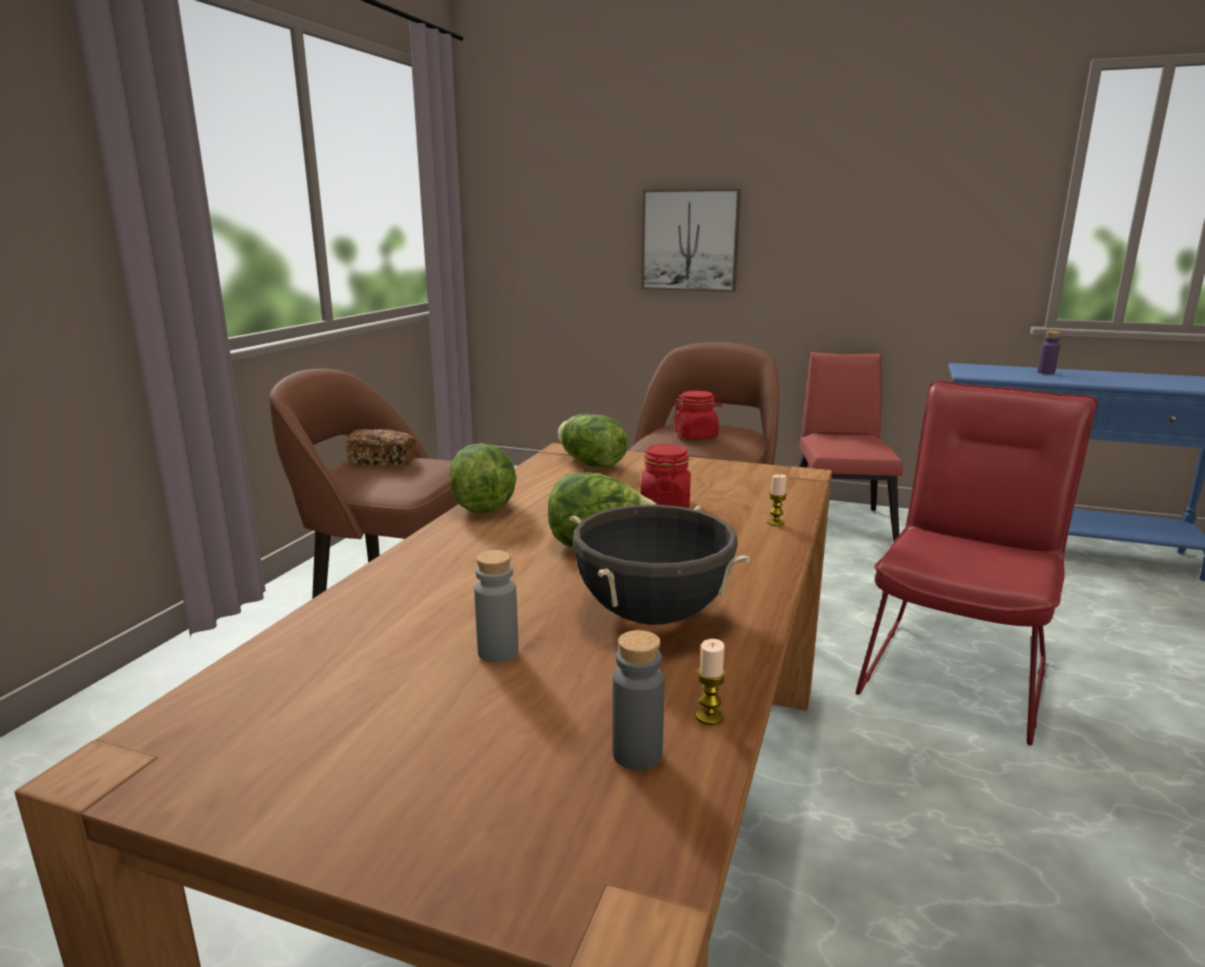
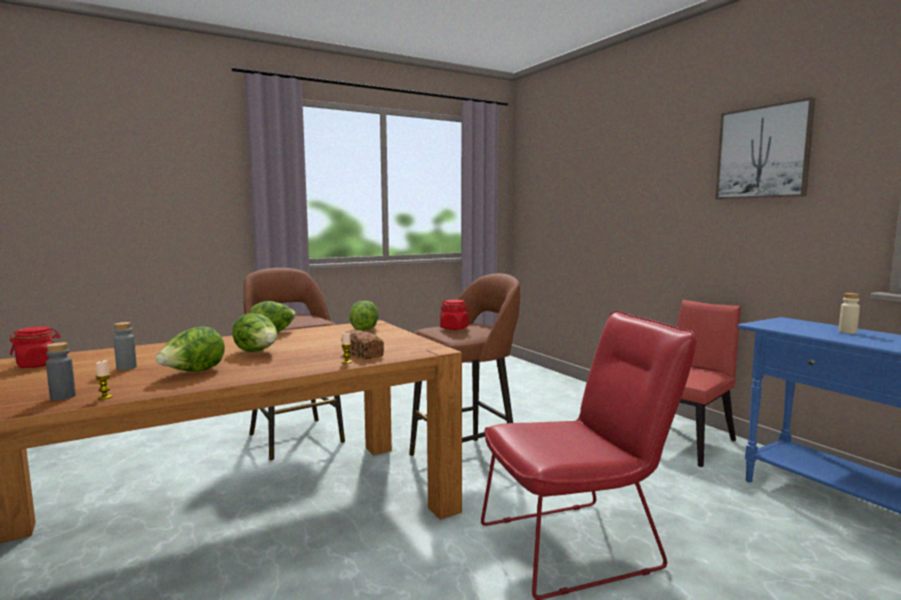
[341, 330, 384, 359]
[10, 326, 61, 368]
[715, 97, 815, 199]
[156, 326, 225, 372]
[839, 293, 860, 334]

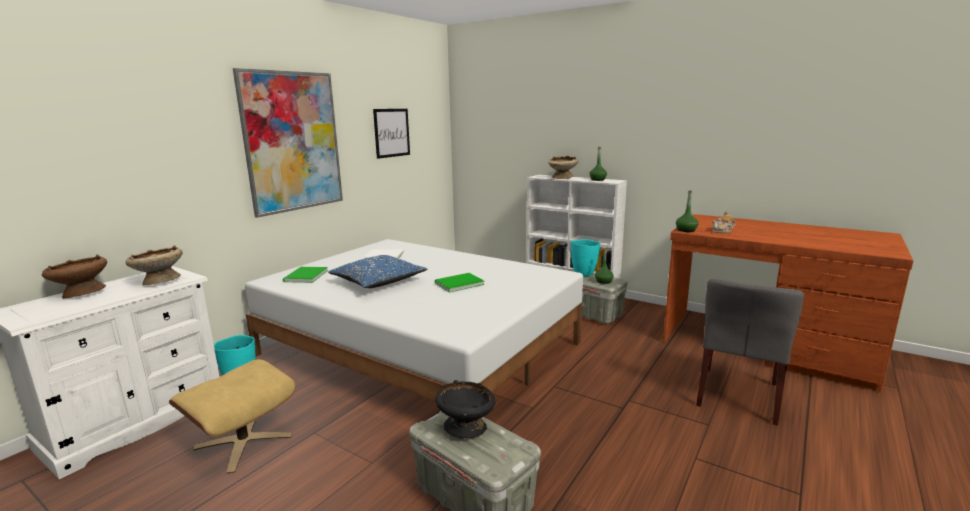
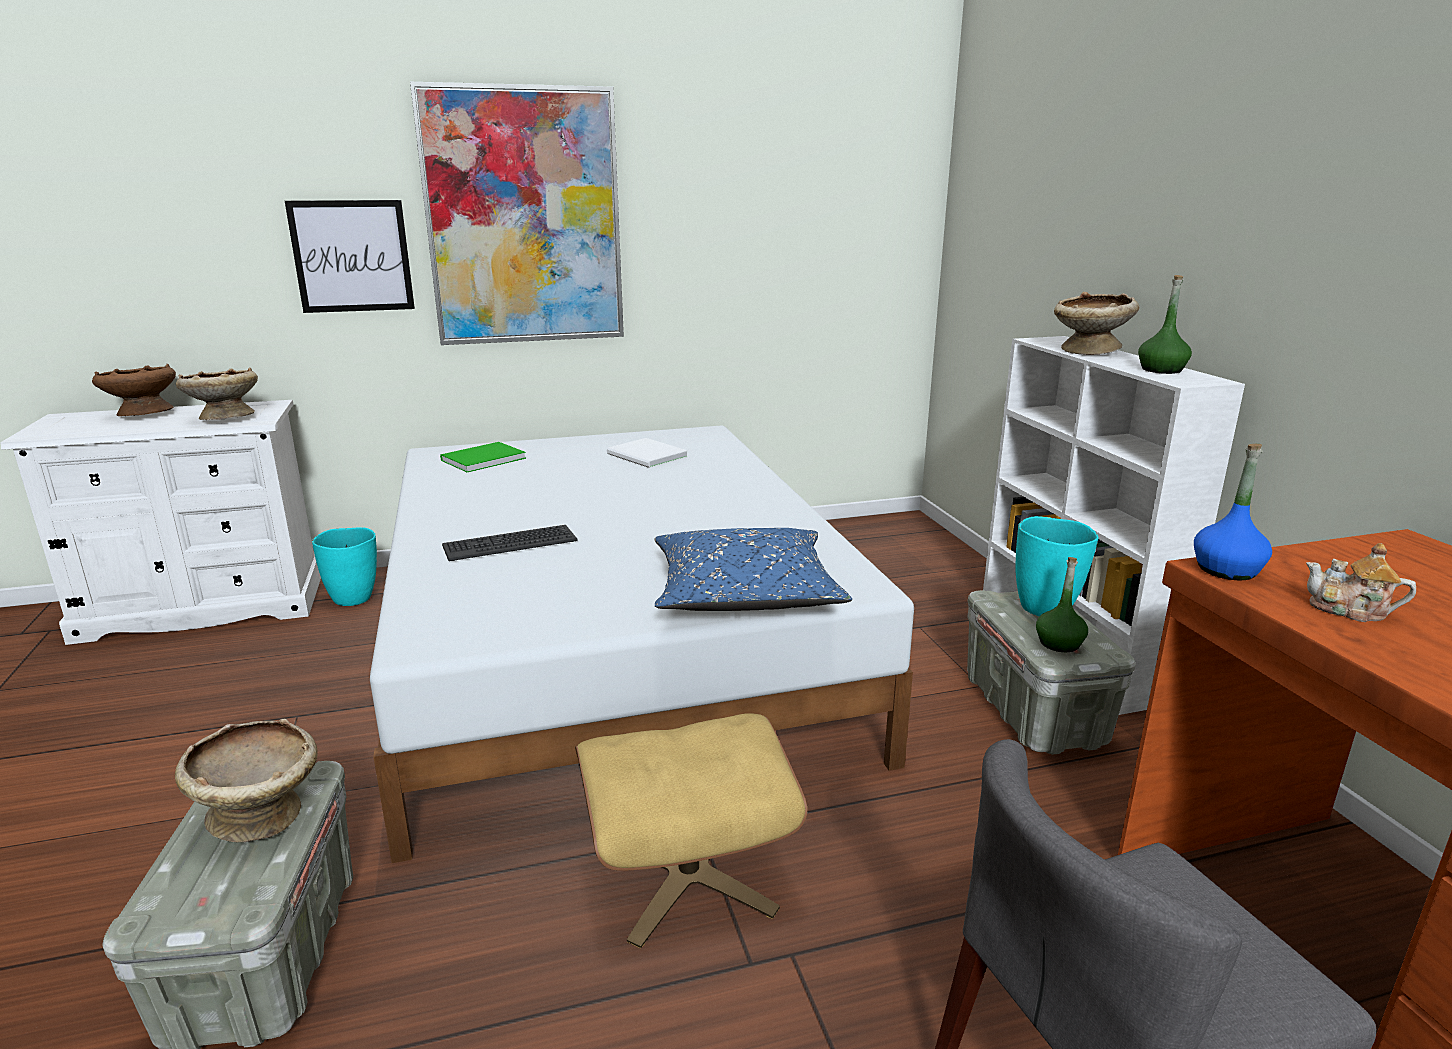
[435, 273, 485, 293] (first image)
[442, 525, 578, 561]
[575, 713, 807, 948]
[655, 528, 852, 611]
[285, 200, 415, 313]
[175, 719, 318, 842]
[1194, 444, 1272, 580]

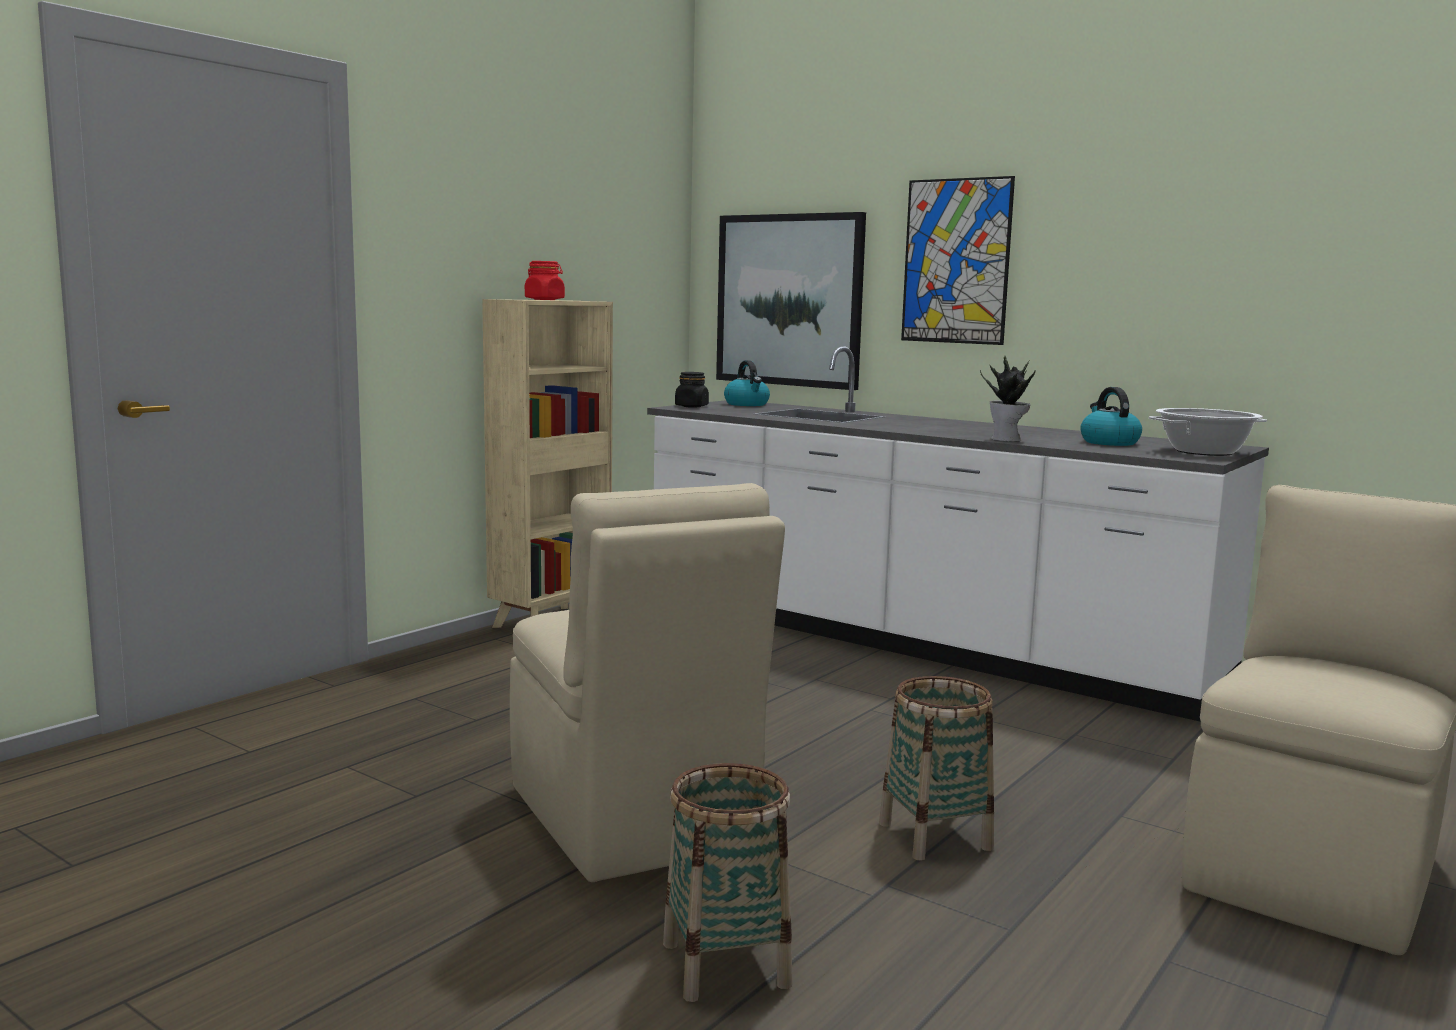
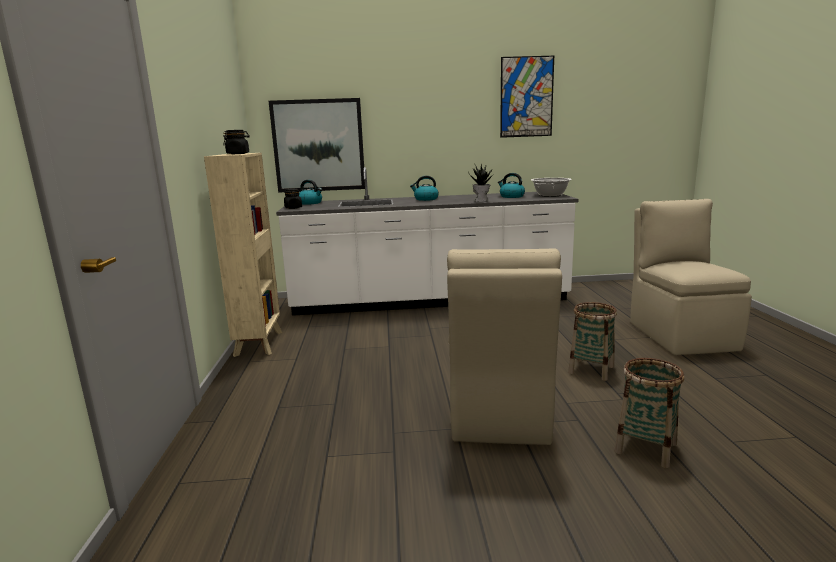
[410, 176, 439, 201]
[500, 56, 554, 138]
[223, 130, 250, 154]
[447, 248, 562, 445]

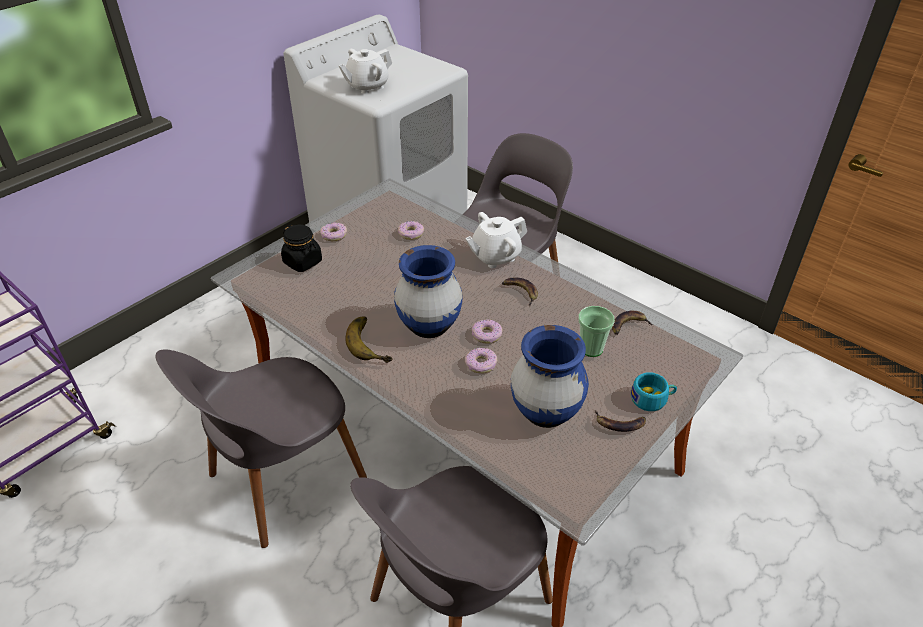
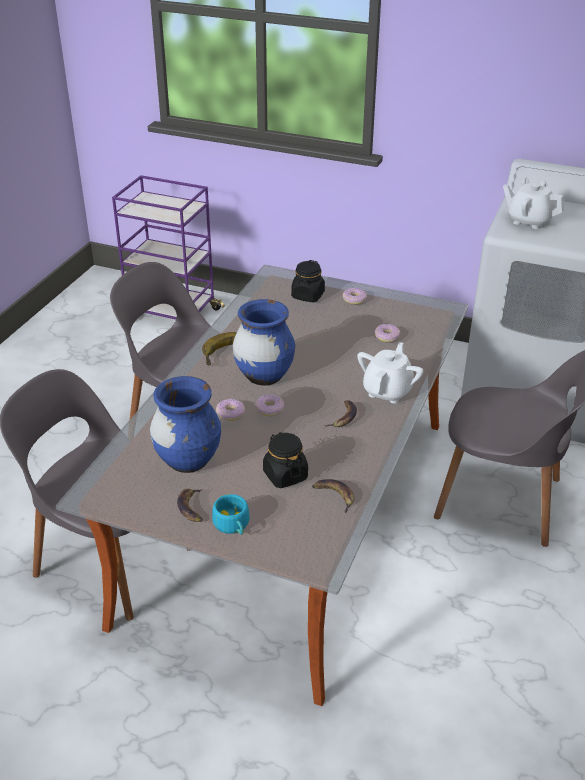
[263, 432, 308, 488]
[357, 342, 424, 404]

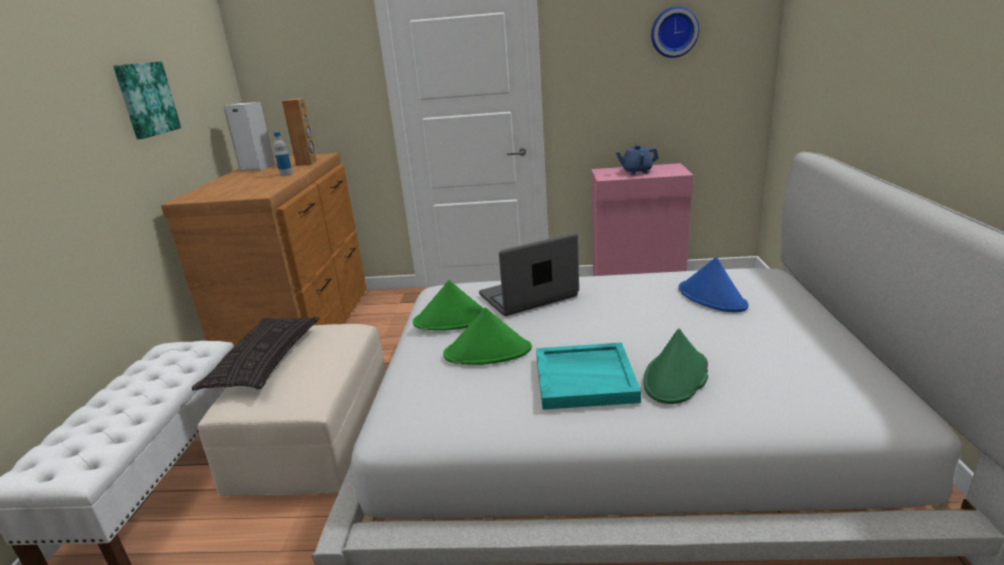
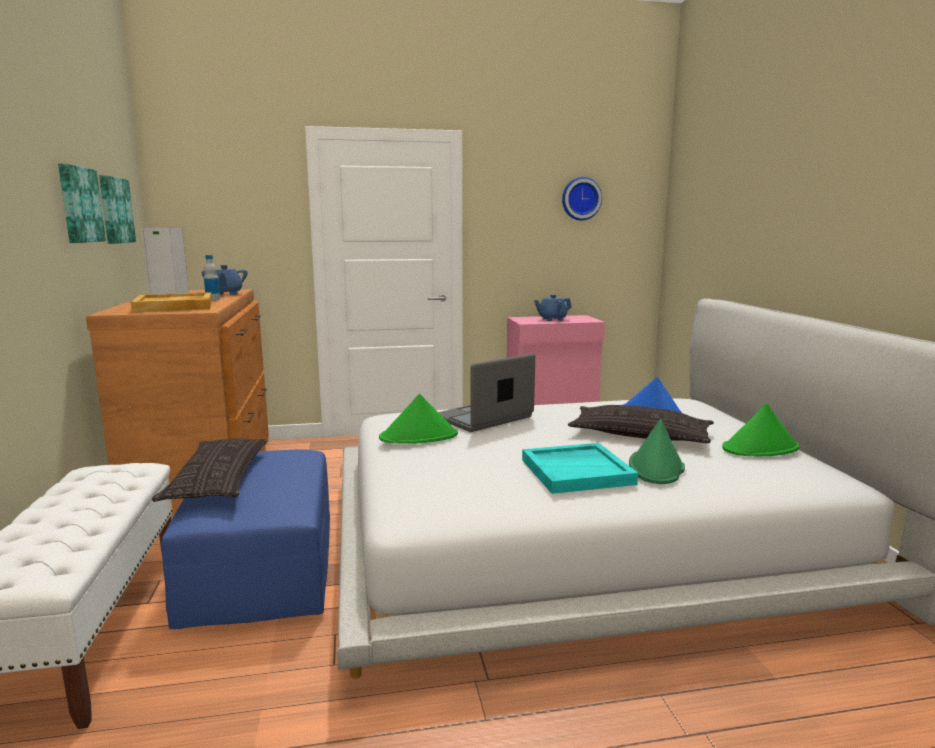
[99, 175, 136, 244]
[131, 292, 212, 312]
[568, 405, 714, 443]
[722, 403, 799, 456]
[202, 265, 247, 295]
[161, 449, 330, 629]

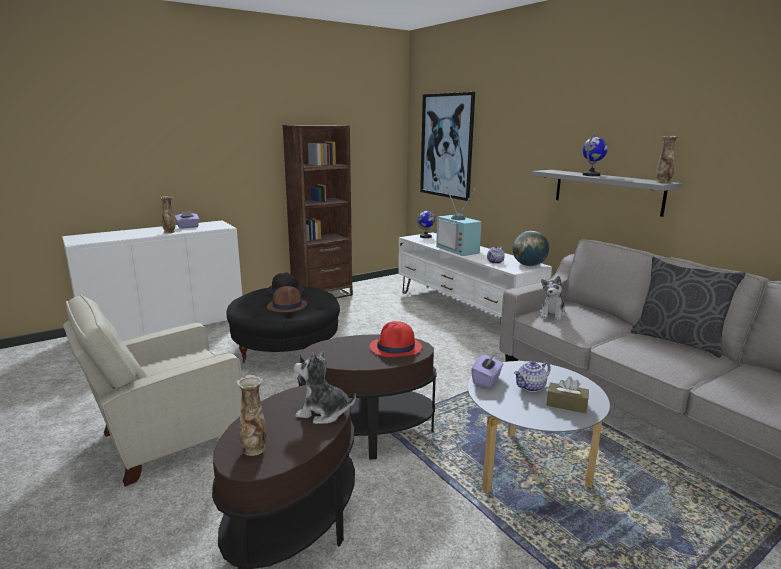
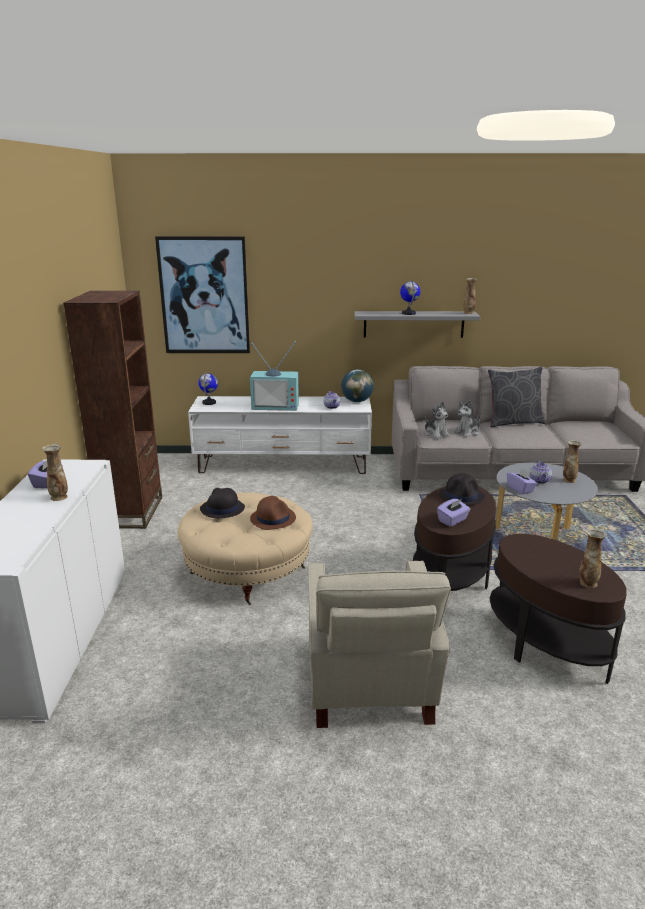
[437, 499, 470, 527]
[454, 401, 480, 437]
[563, 440, 582, 483]
[178, 493, 313, 605]
[439, 474, 485, 505]

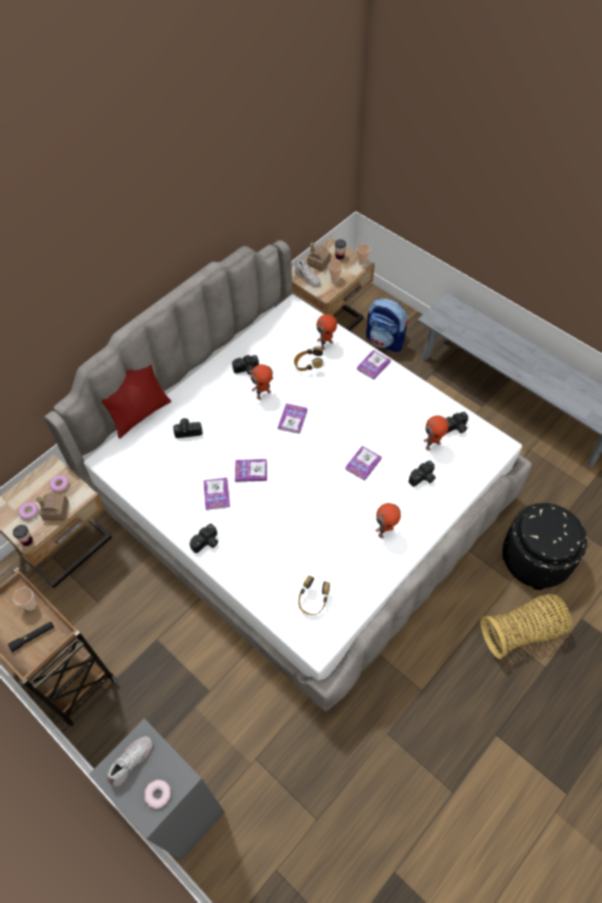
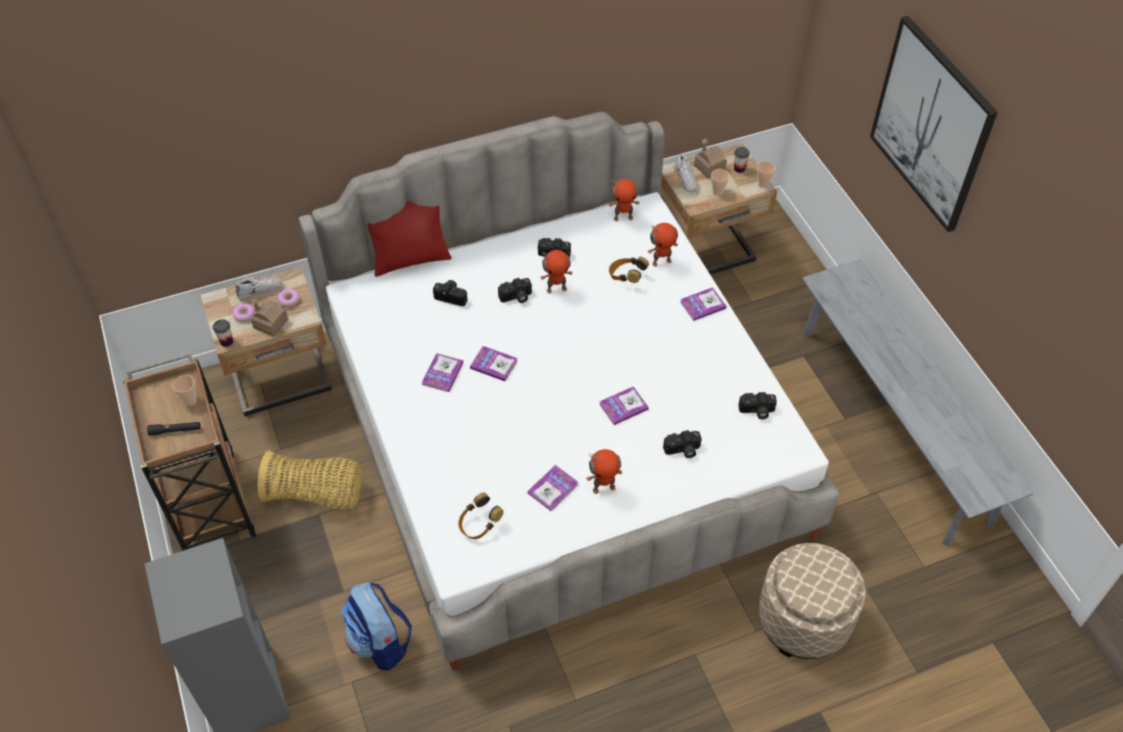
[144, 780, 171, 809] (first image)
[870, 16, 998, 232]
[235, 276, 282, 301]
[498, 278, 532, 303]
[528, 465, 579, 511]
[341, 582, 412, 671]
[609, 178, 640, 221]
[258, 450, 362, 509]
[758, 543, 866, 659]

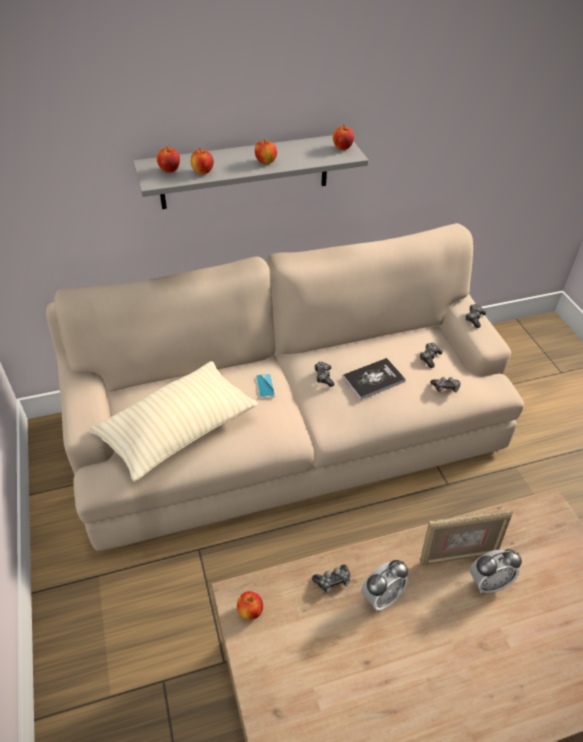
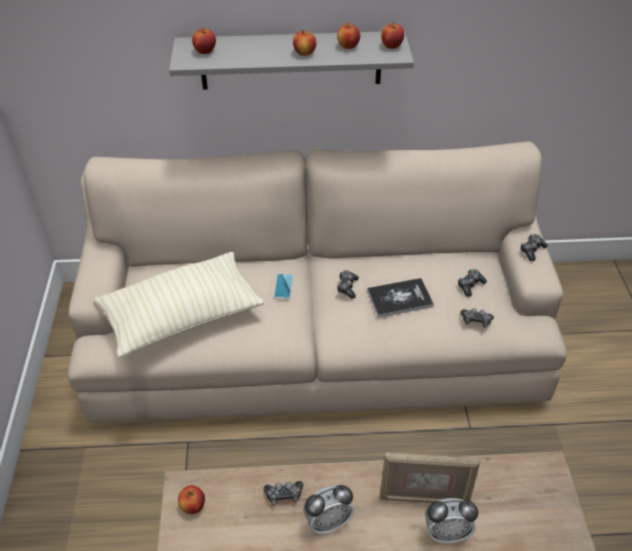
[337, 23, 360, 49]

